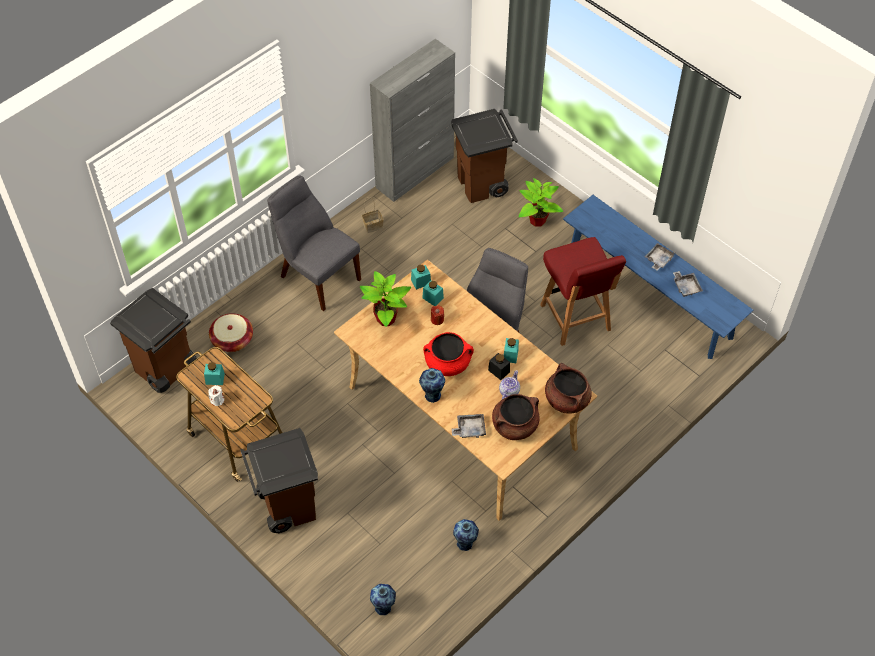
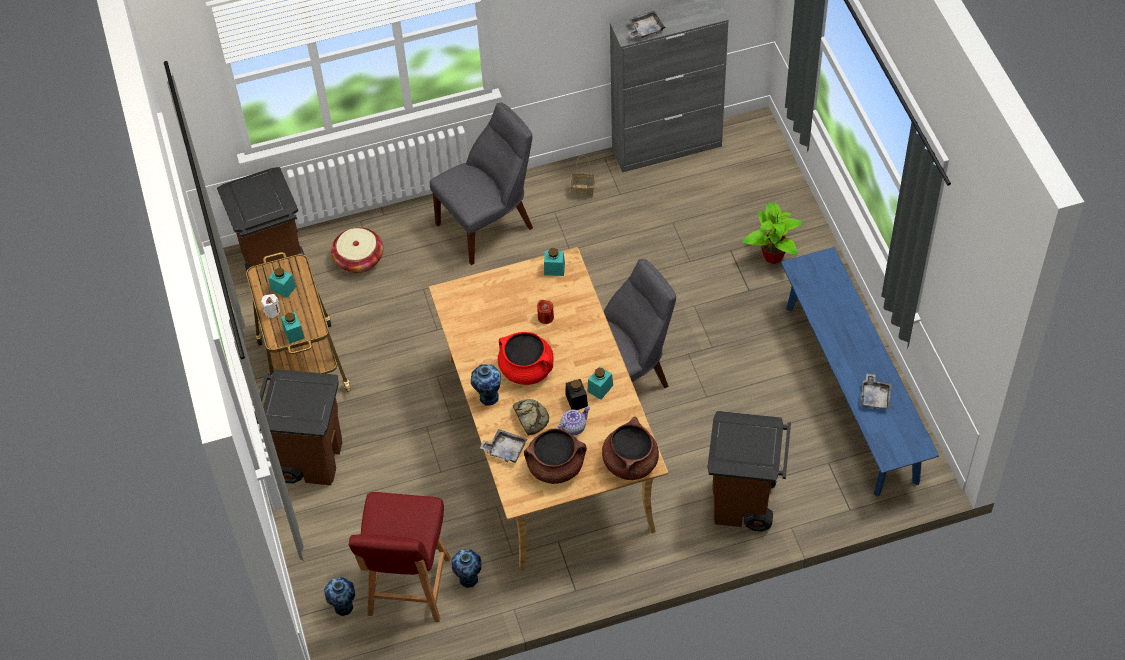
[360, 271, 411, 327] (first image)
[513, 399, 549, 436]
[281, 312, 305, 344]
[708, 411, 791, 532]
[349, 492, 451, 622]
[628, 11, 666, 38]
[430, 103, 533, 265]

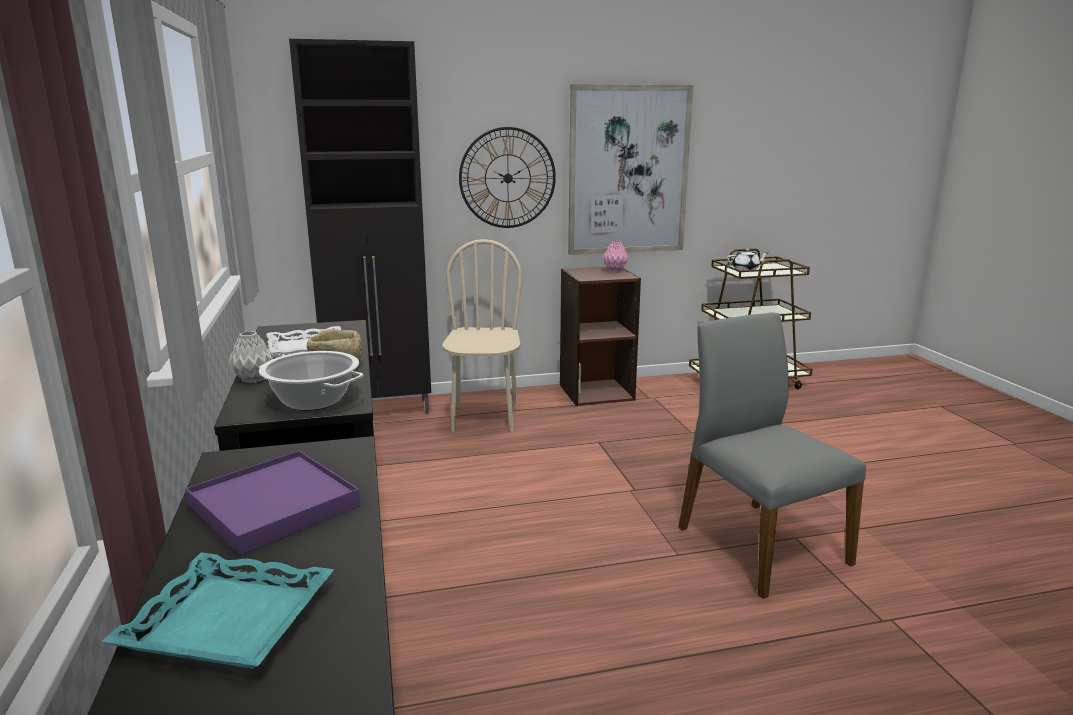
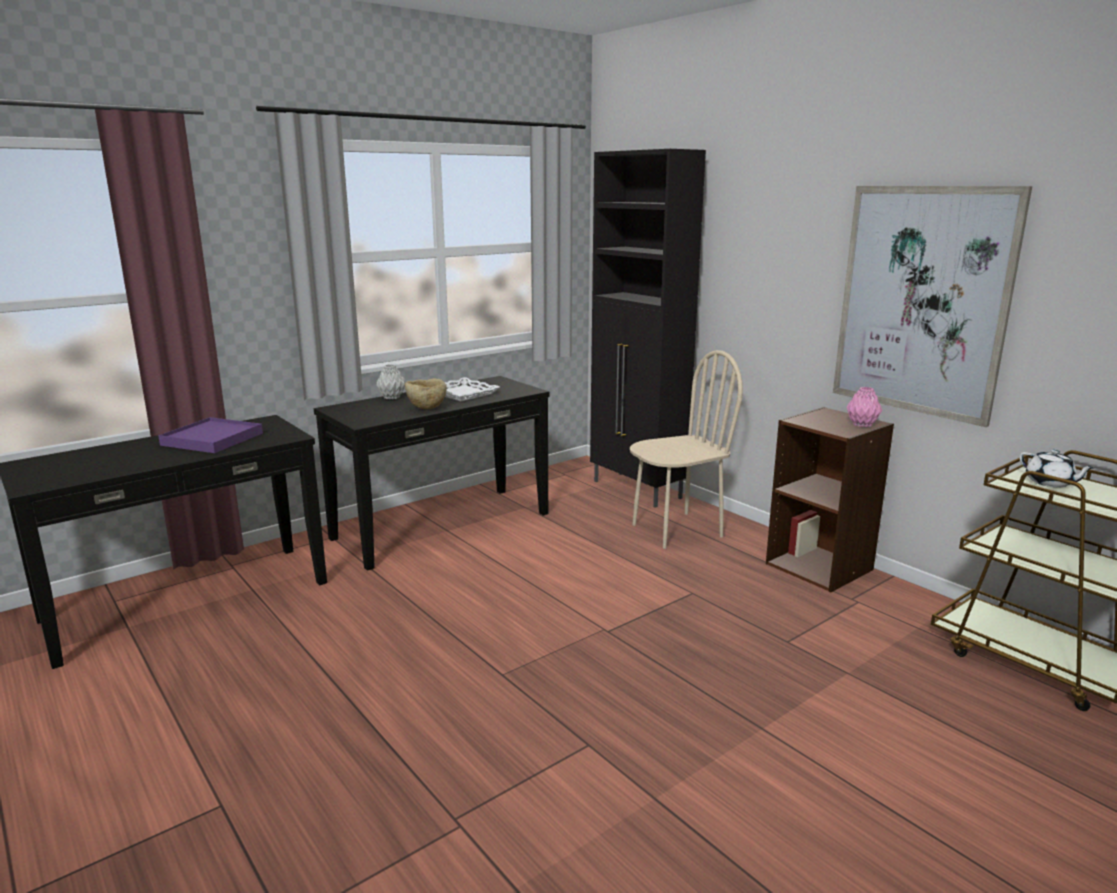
[101, 552, 334, 669] (first image)
[259, 351, 363, 411] (first image)
[459, 127, 556, 228] (first image)
[678, 313, 866, 599] (first image)

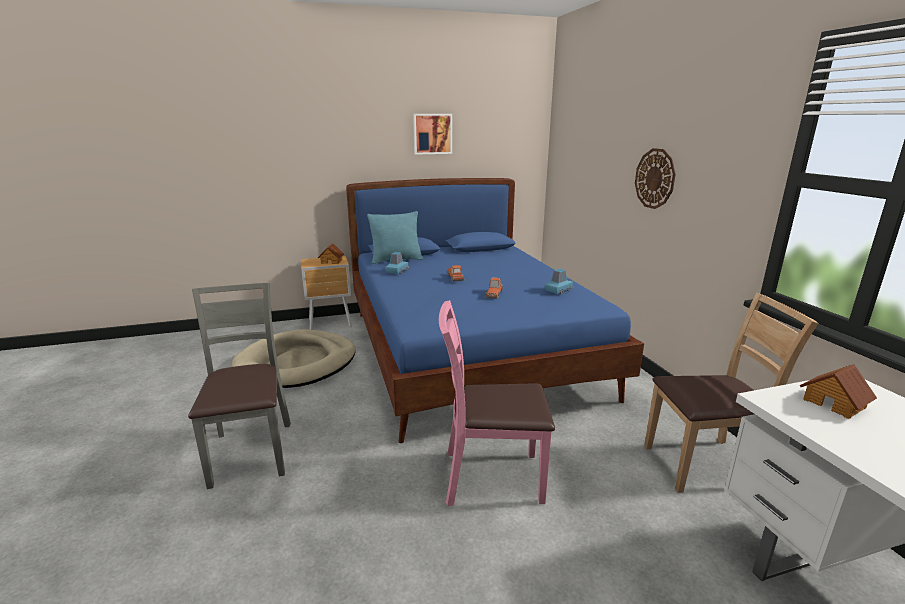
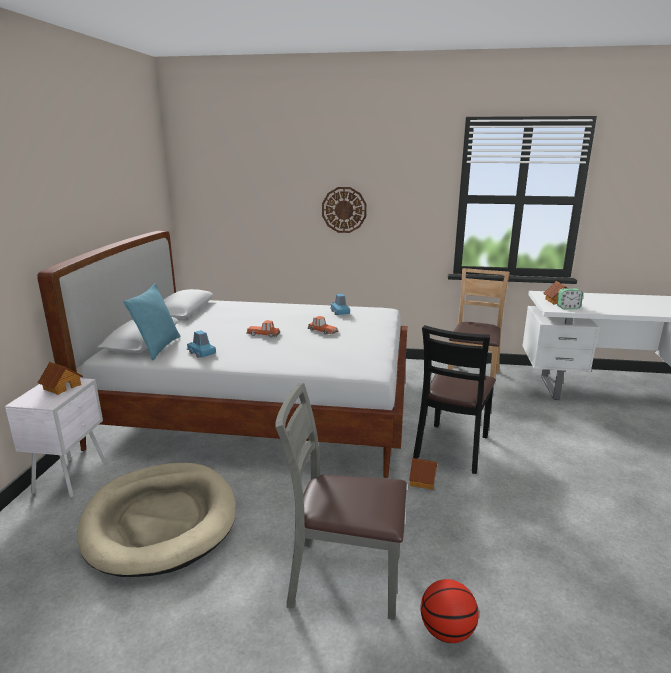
[413, 114, 452, 155] (first image)
[409, 458, 437, 490]
[420, 579, 479, 643]
[557, 288, 583, 309]
[5, 378, 106, 498]
[37, 231, 407, 478]
[413, 325, 496, 474]

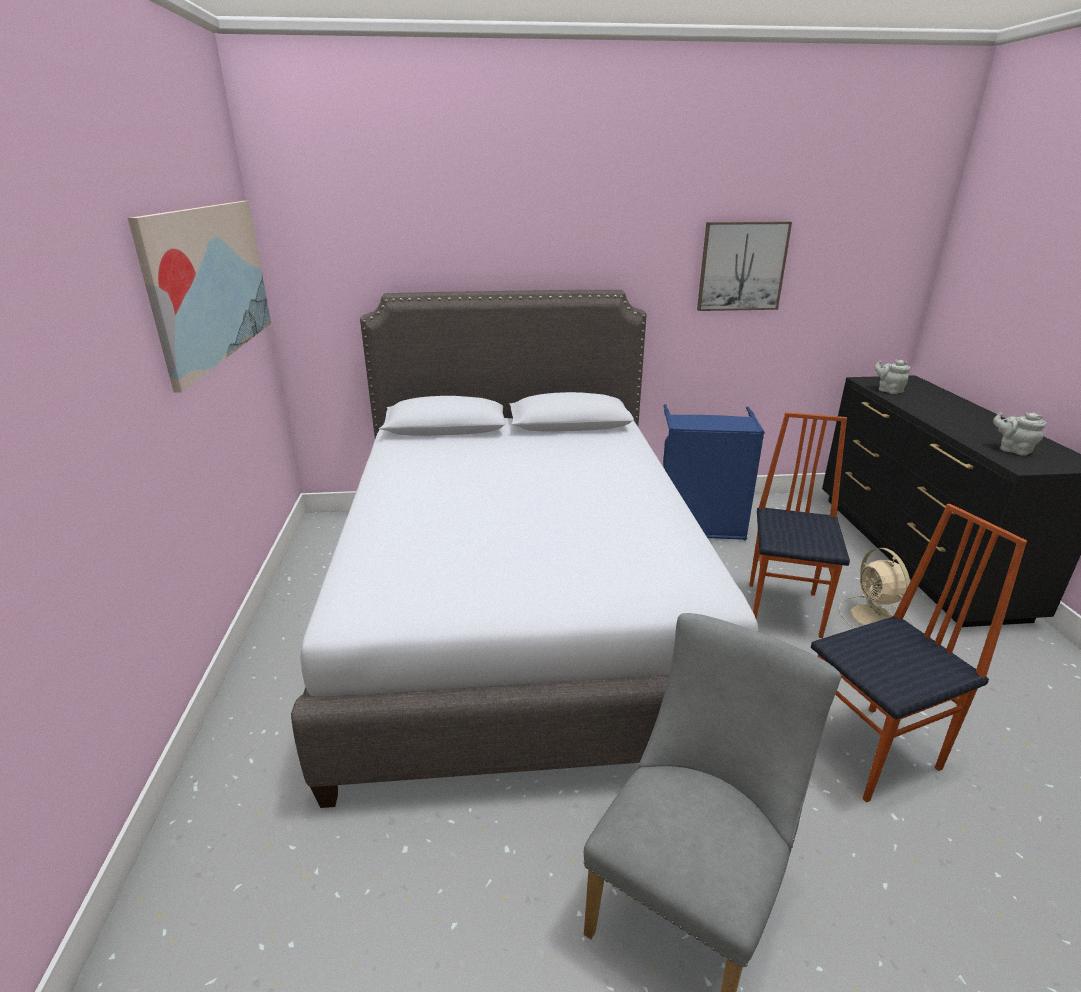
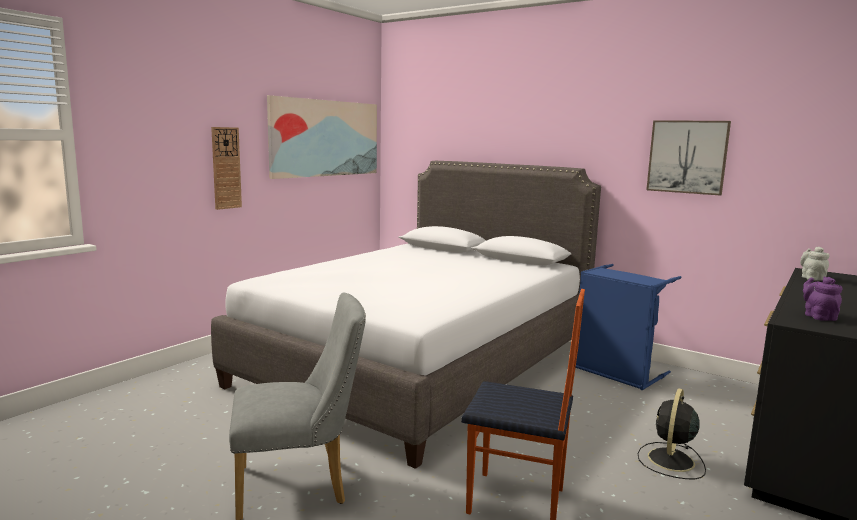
[749, 412, 850, 638] (first image)
[211, 127, 242, 210]
[638, 388, 706, 479]
[803, 277, 842, 321]

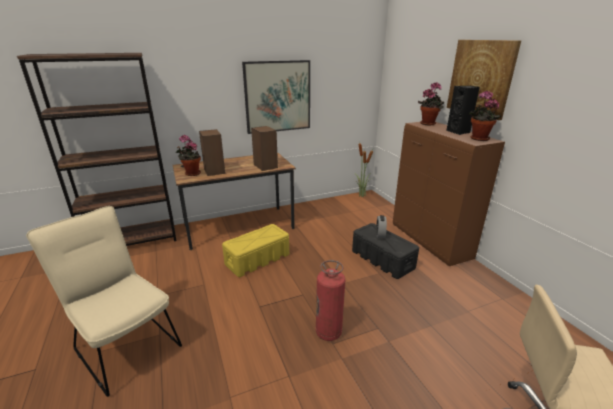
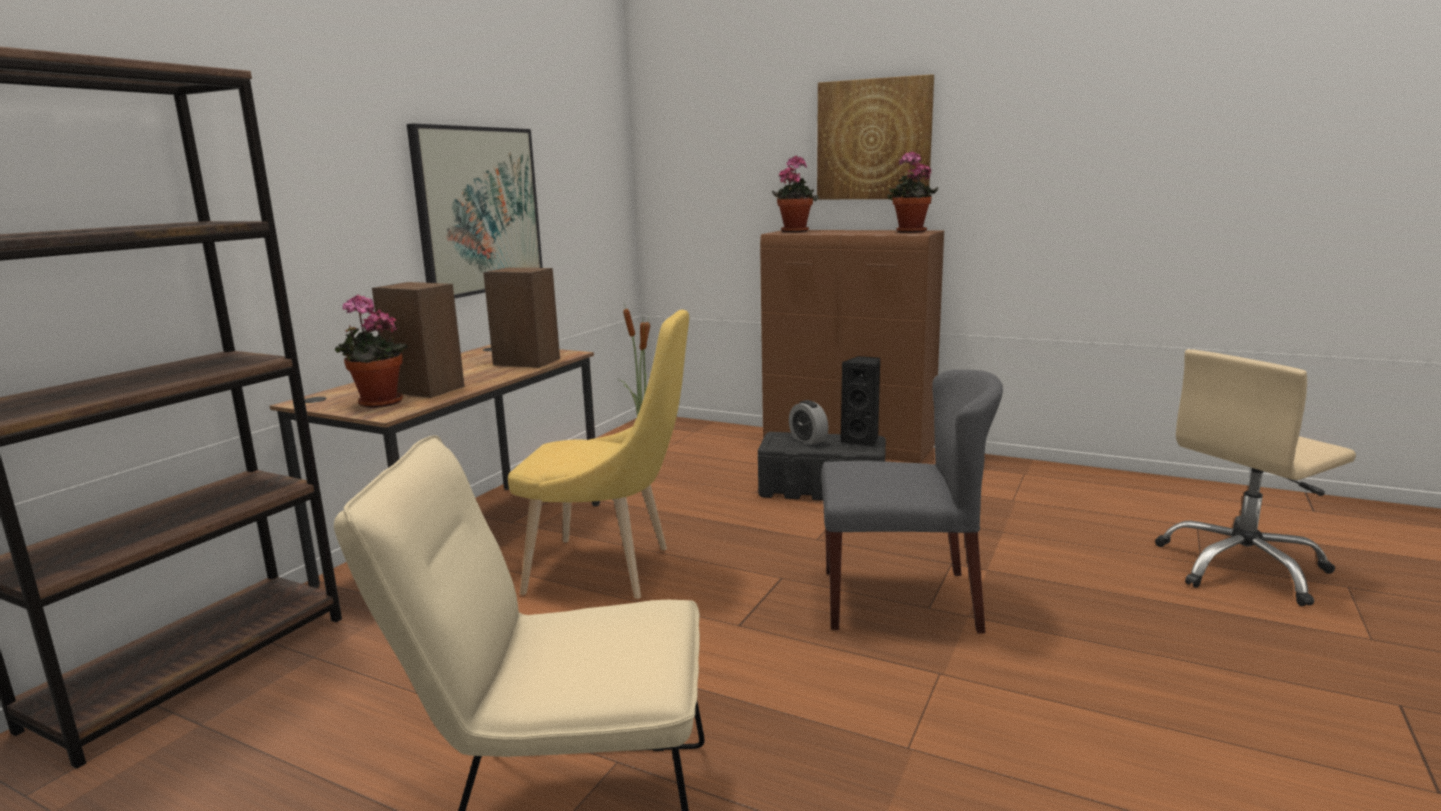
[840, 356, 880, 447]
[508, 310, 689, 599]
[821, 370, 1003, 634]

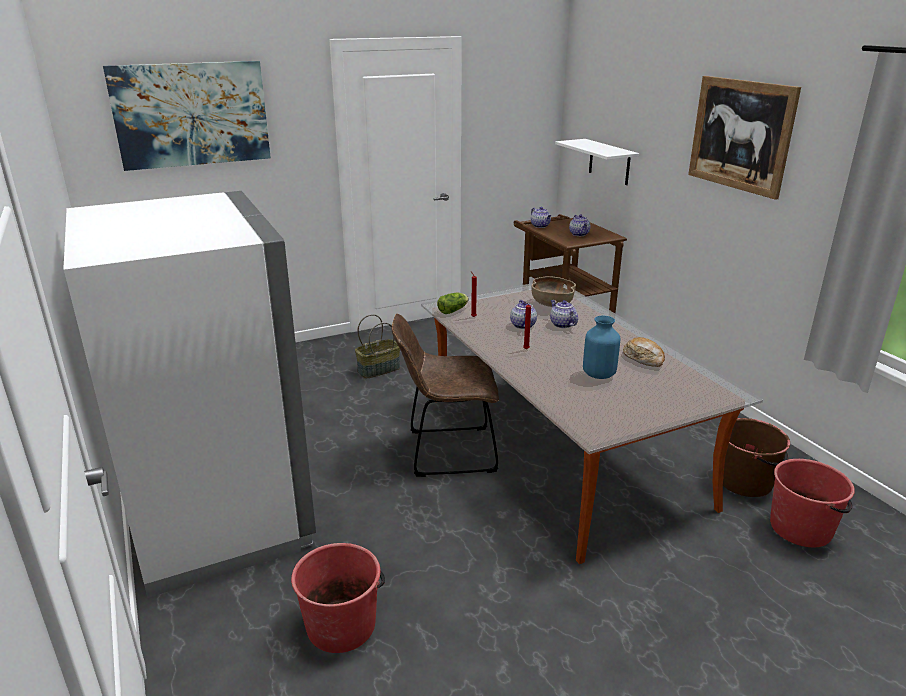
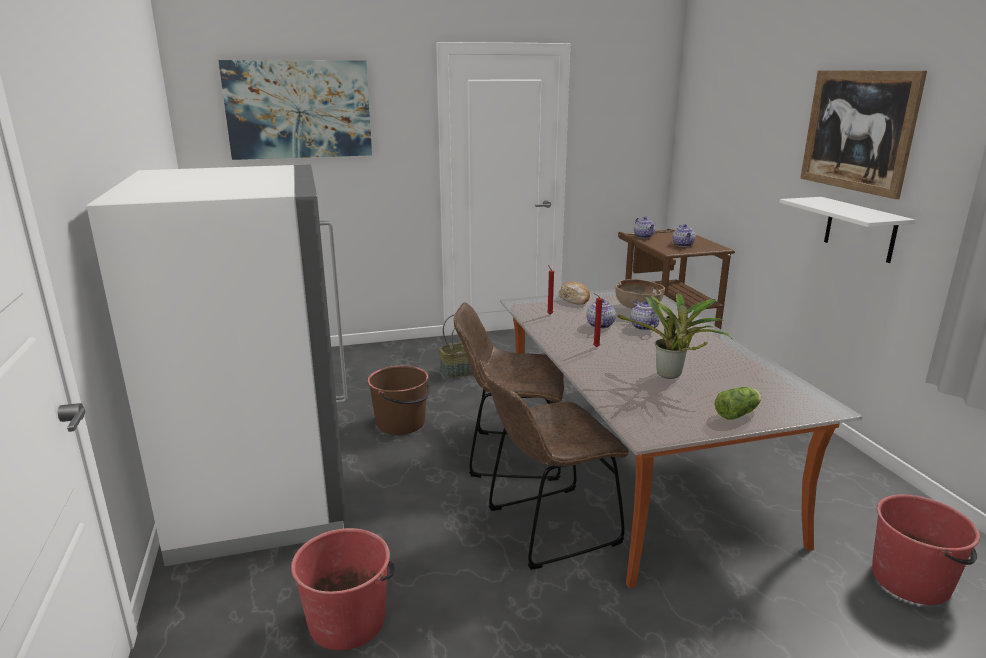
[479, 360, 629, 570]
[715, 387, 761, 420]
[779, 197, 915, 263]
[558, 282, 590, 305]
[367, 366, 430, 435]
[617, 294, 732, 379]

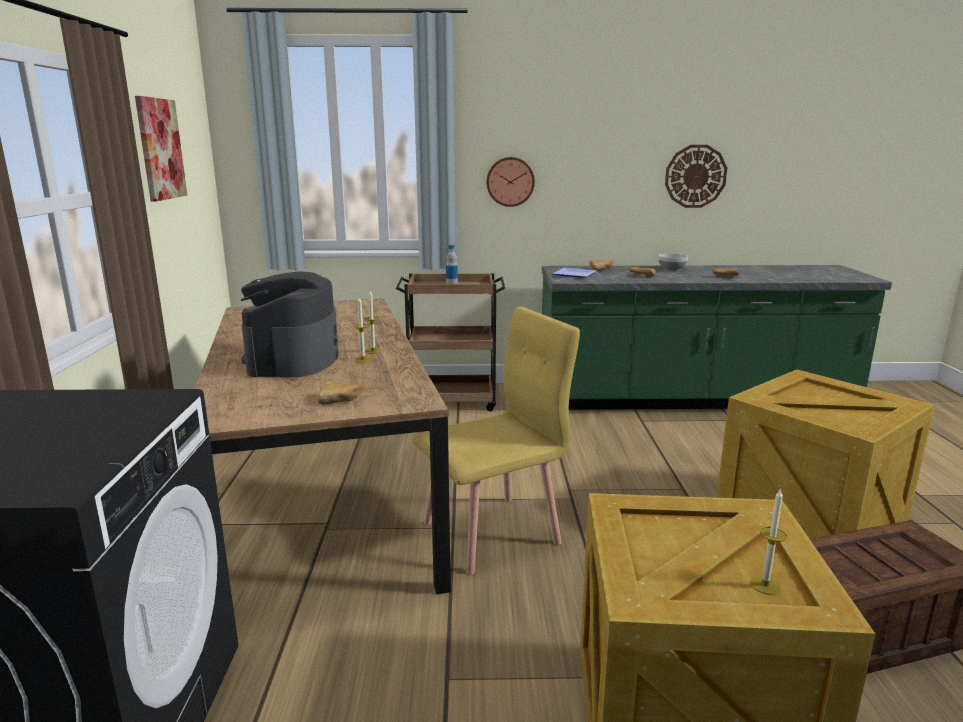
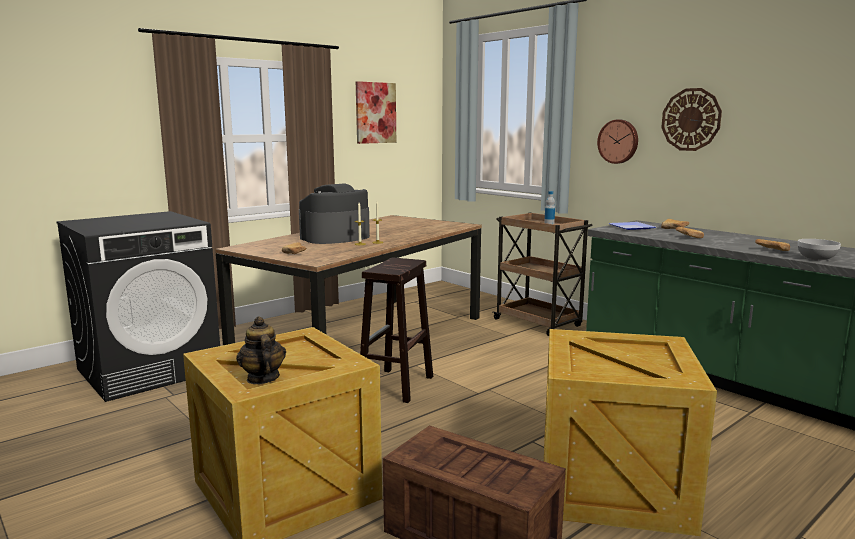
[798, 239, 841, 261]
[661, 88, 722, 151]
[360, 258, 433, 403]
[236, 316, 286, 384]

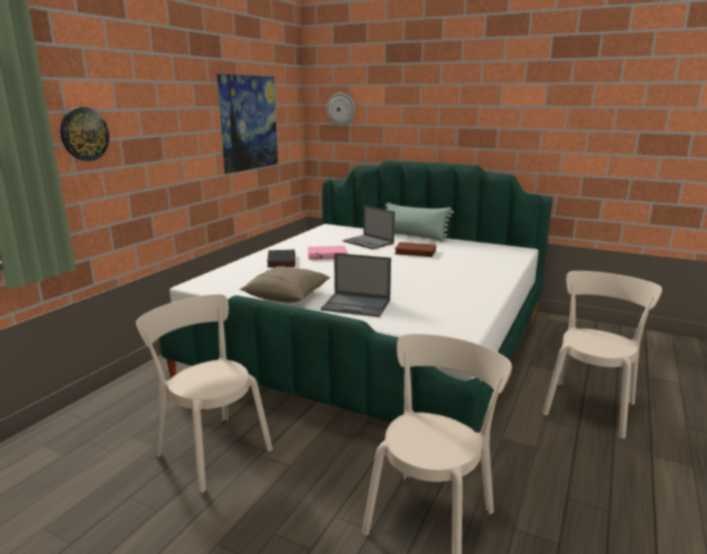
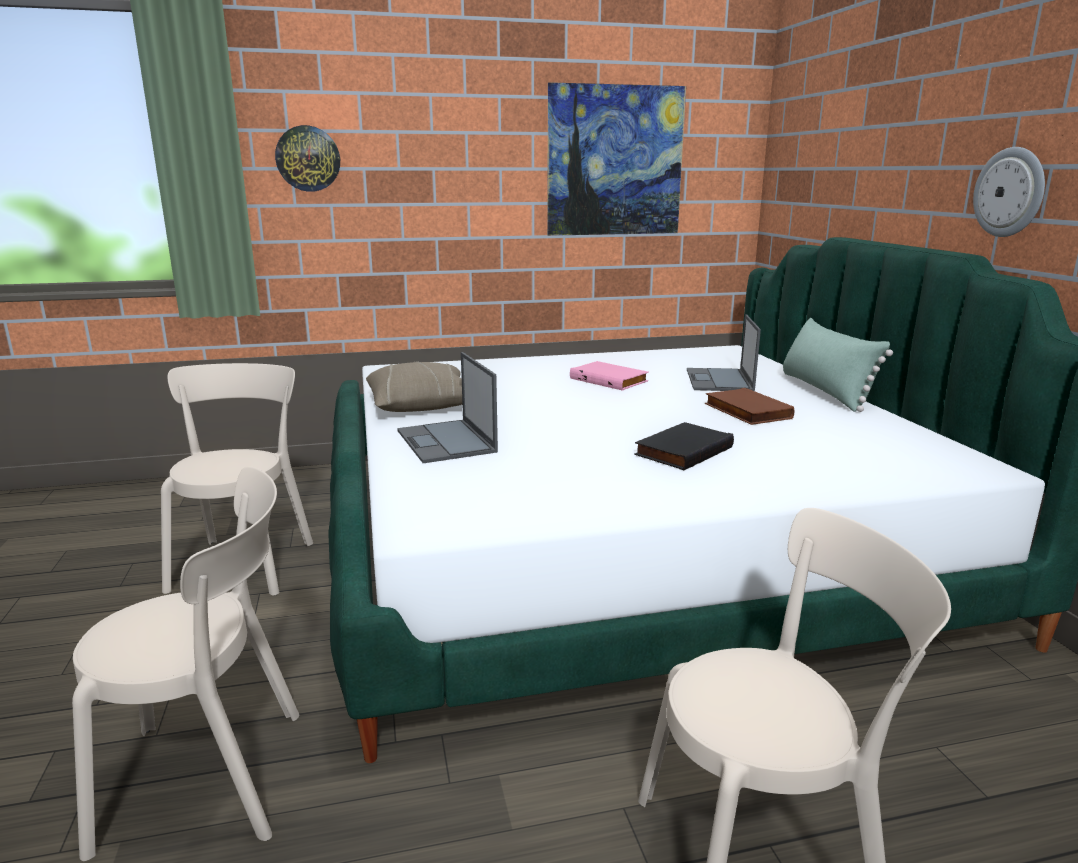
[634, 422, 734, 470]
[973, 147, 1045, 237]

